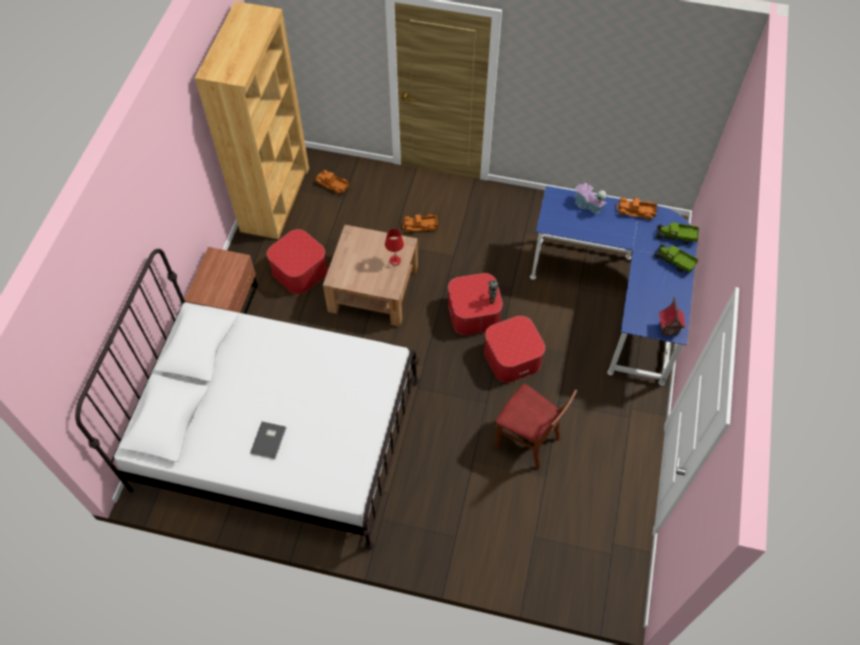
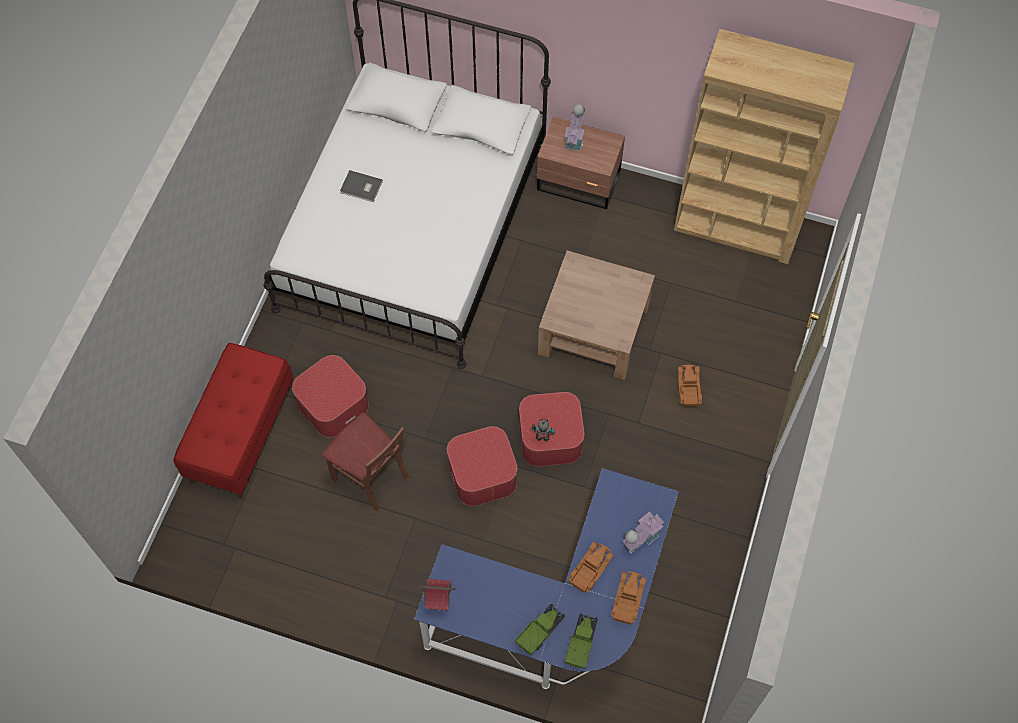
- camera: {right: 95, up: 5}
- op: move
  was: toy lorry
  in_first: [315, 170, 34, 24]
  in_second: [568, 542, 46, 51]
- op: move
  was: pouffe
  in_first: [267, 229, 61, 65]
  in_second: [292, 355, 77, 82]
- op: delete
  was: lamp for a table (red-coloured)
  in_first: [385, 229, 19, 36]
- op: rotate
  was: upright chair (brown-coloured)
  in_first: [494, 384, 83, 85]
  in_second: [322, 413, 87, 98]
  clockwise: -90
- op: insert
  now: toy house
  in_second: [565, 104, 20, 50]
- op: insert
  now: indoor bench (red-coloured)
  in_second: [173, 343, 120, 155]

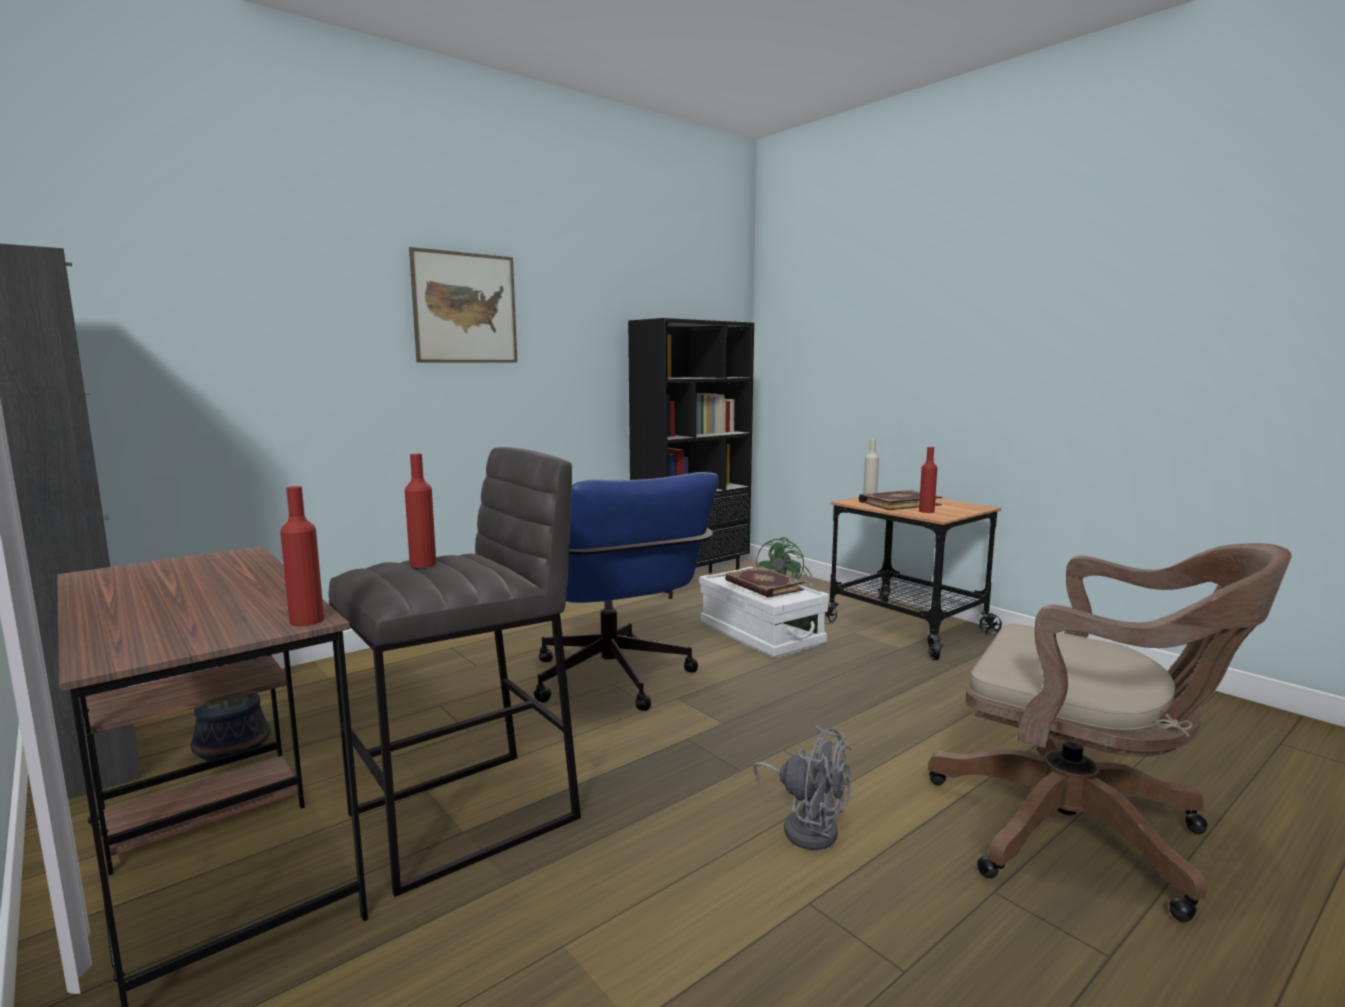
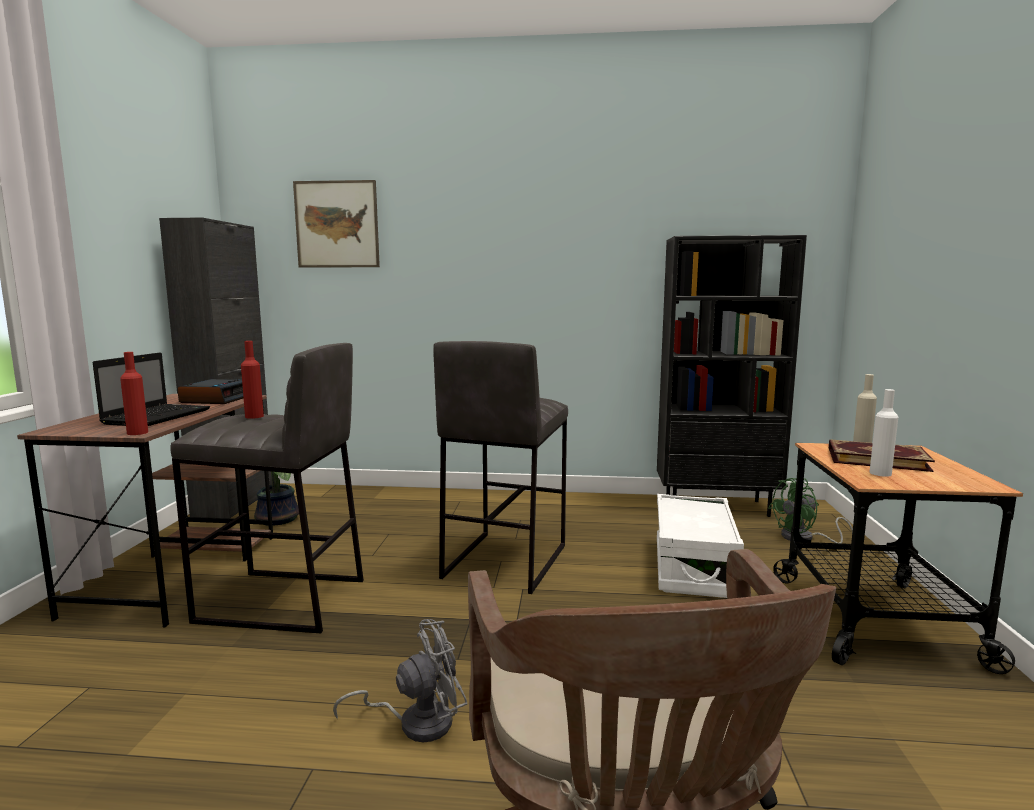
- camera: {right: 45, up: 0}
- op: move
  was: wall art
  in_first: [409, 247, 108, 116]
  in_second: [293, 180, 87, 88]
- op: recolor
  was: drink bottle (red-coloured)
  now: drink bottle (white-coloured)
  in_first: [919, 447, 18, 66]
  in_second: [869, 389, 29, 88]
- op: replace
  was: computer chair (bluish)
  now: sitting stool (gray)
  in_first: [534, 472, 185, 239]
  in_second: [433, 341, 135, 253]
- op: delete
  was: volume
  in_first: [725, 566, 79, 32]
- op: rotate
  was: electric fan (gray)
  in_first: [753, 725, 98, 125]
  in_second: [333, 619, 134, 123]
  clockwise: -105
- op: insert
  now: portable computer
  in_second: [93, 352, 117, 74]
- op: insert
  now: bedside clock
  in_second: [177, 379, 66, 25]

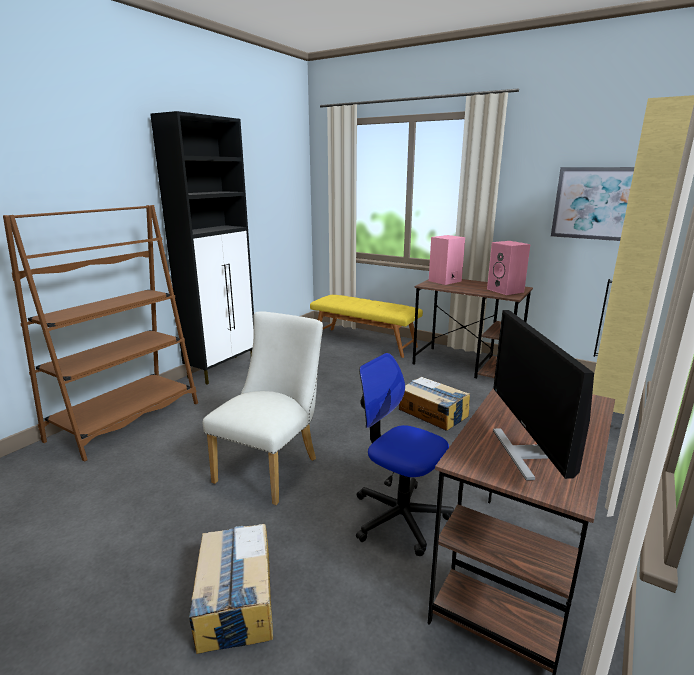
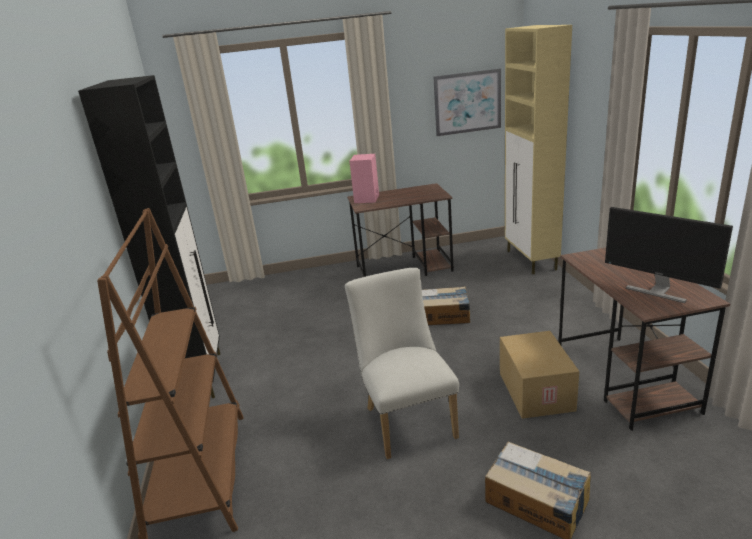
- camera: {right: -40, up: 5}
- op: delete
  was: audio speaker (pinkish)
  in_first: [487, 241, 43, 54]
- op: delete
  was: indoor bench (yellow-coloured)
  in_first: [310, 295, 113, 63]
- op: replace
  was: computer chair
  now: packing box
  in_first: [356, 353, 98, 203]
  in_second: [500, 331, 79, 88]

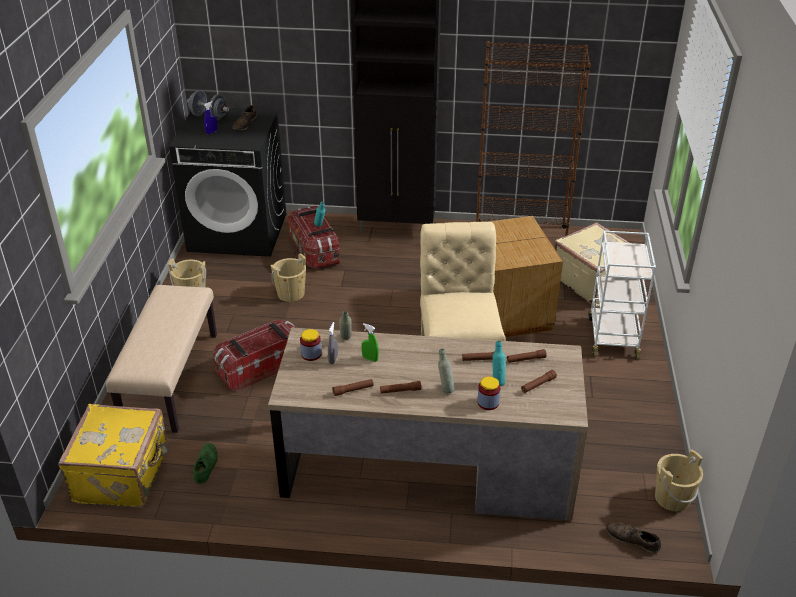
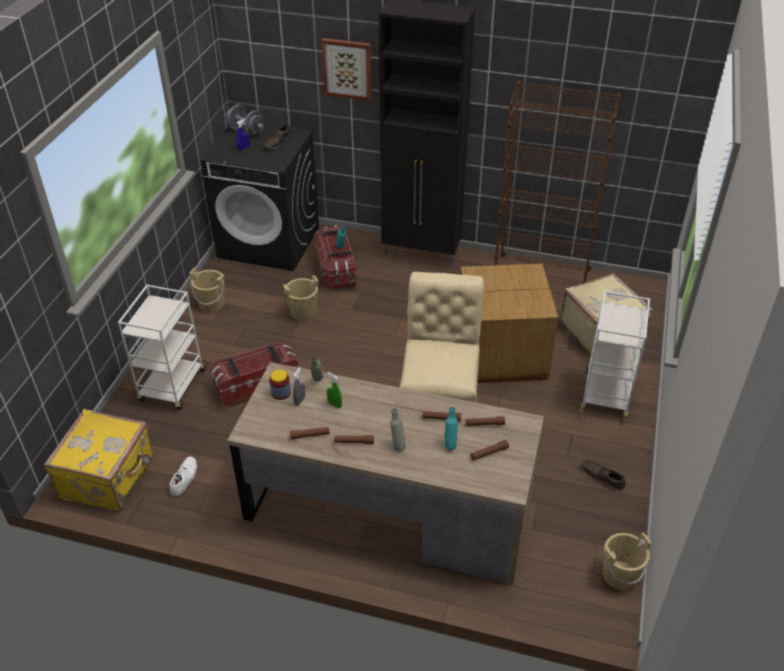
- camera: {right: 10, up: 5}
- op: replace
  was: indoor bench (beige-coloured)
  now: cart (white-coloured)
  in_first: [106, 285, 111, 148]
  in_second: [118, 285, 89, 125]
- op: delete
  was: preserve jar
  in_first: [477, 377, 23, 33]
- op: recolor
  was: shoe (green)
  now: shoe (white-coloured)
  in_first: [193, 443, 25, 41]
  in_second: [169, 457, 29, 39]
- op: move
  was: shoe (brown-coloured)
  in_first: [606, 522, 55, 31]
  in_second: [581, 460, 44, 30]
- op: insert
  now: wall art
  in_second: [321, 38, 51, 63]

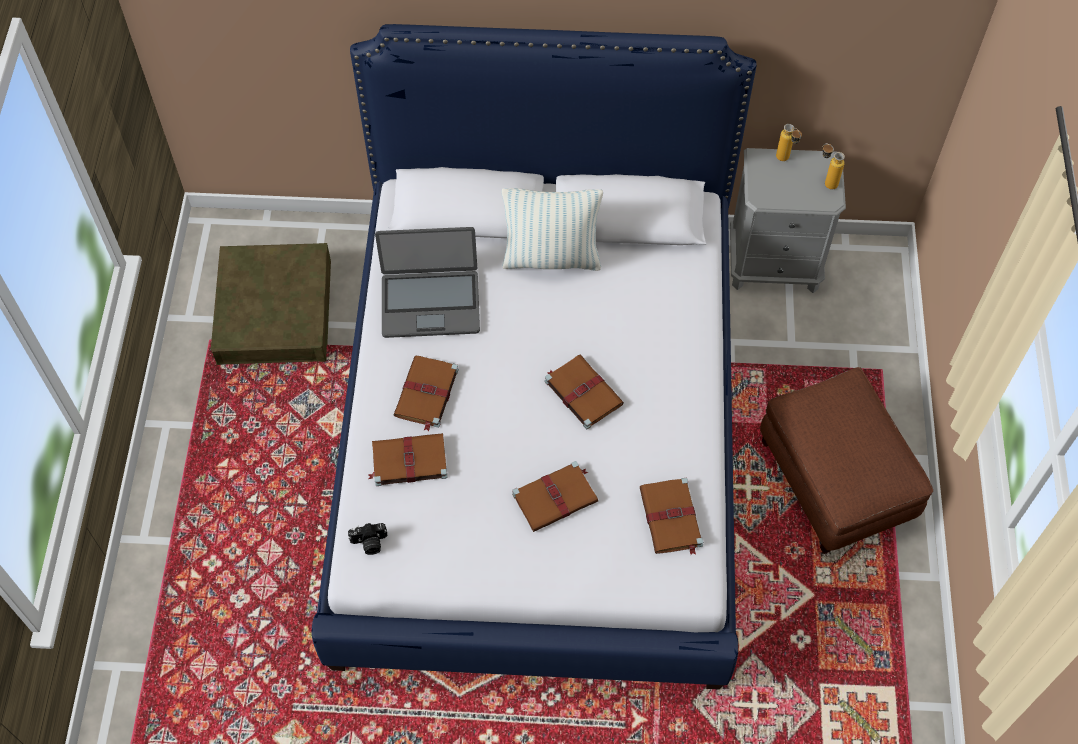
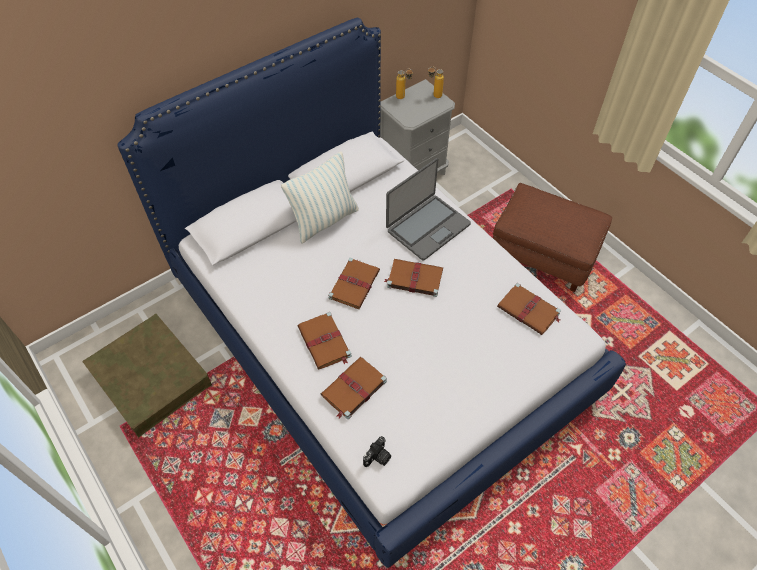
- camera: {right: -40, up: -5}
- op: move
  was: portable computer
  in_first: [375, 227, 105, 111]
  in_second: [386, 158, 85, 103]
- op: move
  was: volume (brown-coloured)
  in_first: [512, 461, 86, 71]
  in_second: [328, 258, 52, 51]

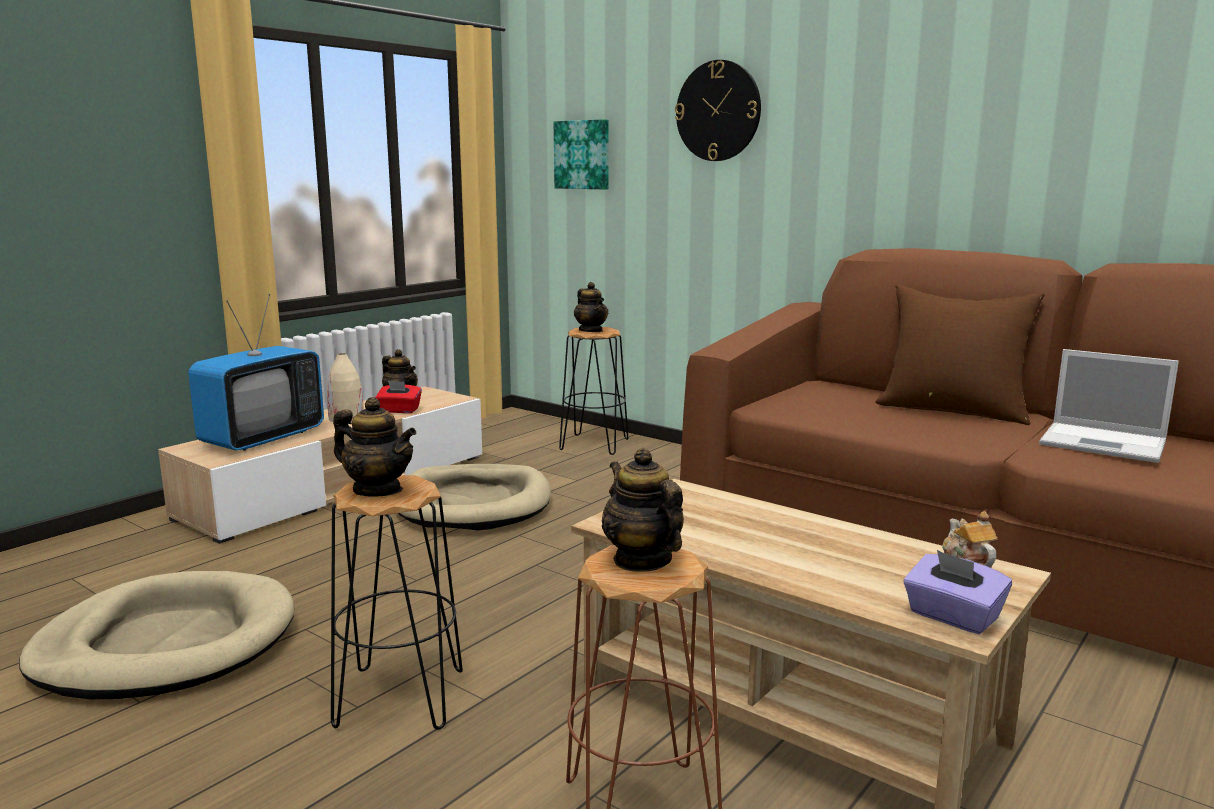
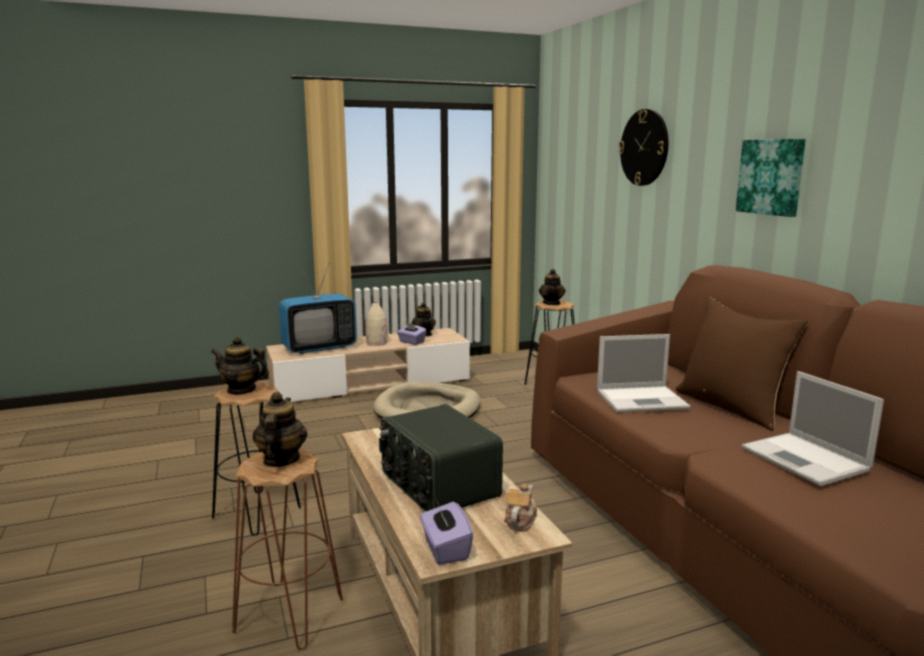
- camera: {right: 30, up: 0}
- op: move
  was: wall art
  in_first: [554, 119, 55, 70]
  in_second: [736, 139, 70, 78]
- op: recolor
  was: box of tissues (red-coloured)
  now: box of tissues (purplish)
  in_first: [375, 381, 47, 32]
  in_second: [397, 322, 30, 23]
- op: rotate
  was: pot for tea
  in_first: [333, 397, 83, 100]
  in_second: [211, 337, 58, 58]
  clockwise: 135
- op: delete
  was: dog cushion (beige-coloured)
  in_first: [19, 571, 275, 128]
- op: insert
  now: portable computer
  in_second: [597, 334, 93, 78]
- op: insert
  now: radio
  in_second: [379, 404, 124, 108]

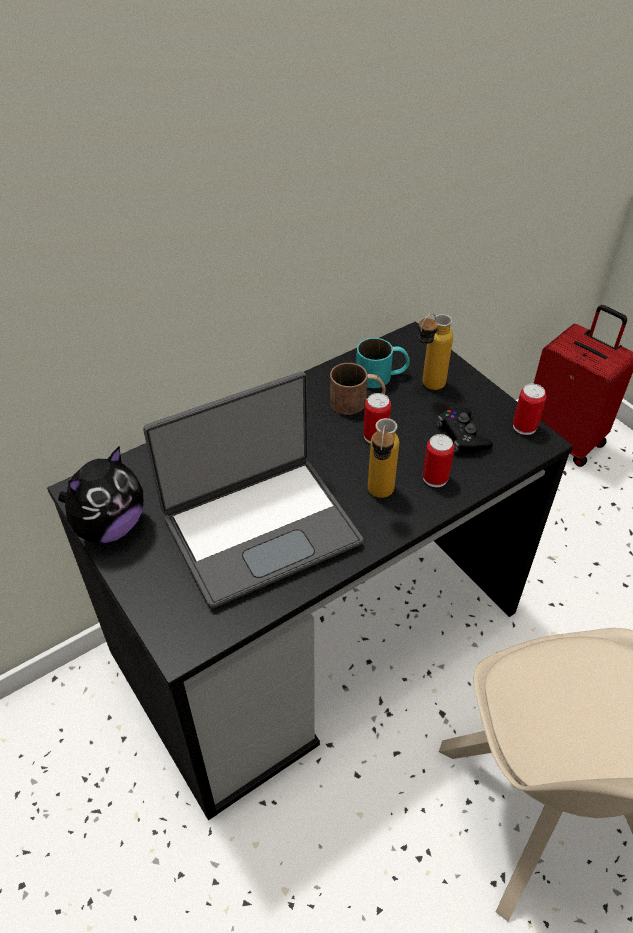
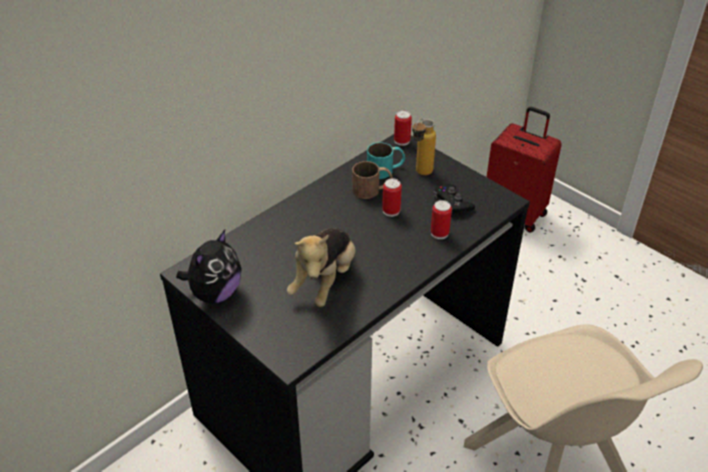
- camera: {right: -10, up: -5}
- op: replace
  was: portable computer
  now: plush toy
  in_first: [143, 372, 220, 236]
  in_second: [287, 228, 69, 79]
- op: move
  was: metal can
  in_first: [513, 384, 33, 51]
  in_second: [394, 110, 18, 36]
- op: delete
  was: drink bottle
  in_first: [368, 418, 31, 80]

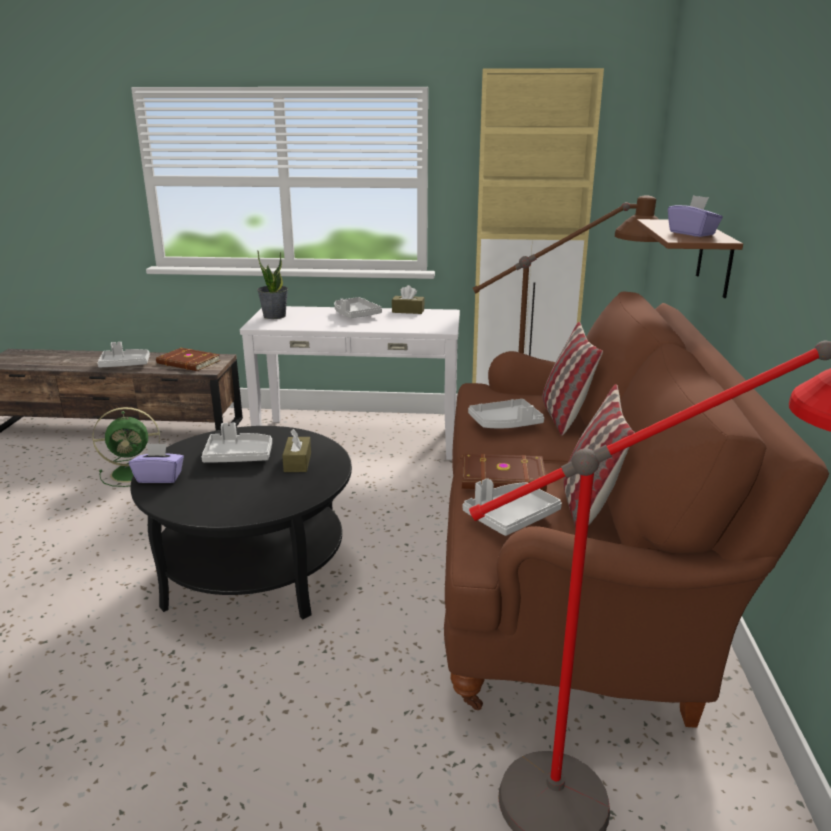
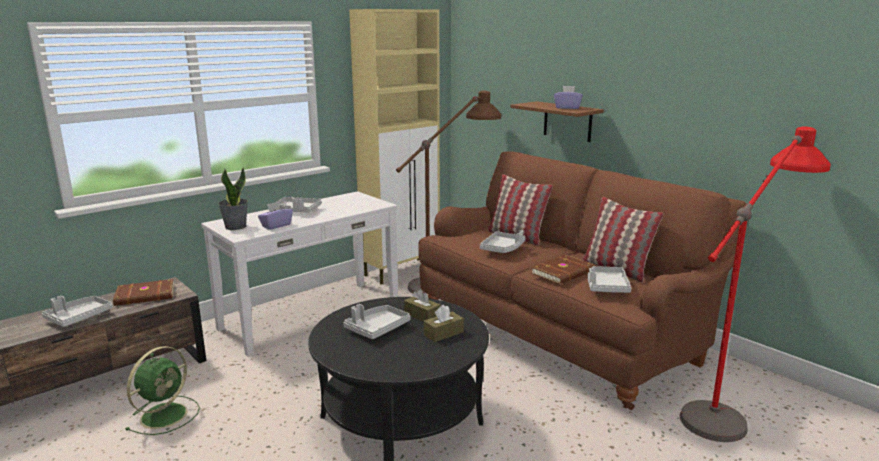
- camera: {right: -45, up: -5}
- op: move
  was: box of tissues (brown-coloured)
  in_first: [392, 285, 33, 29]
  in_second: [424, 305, 40, 37]
- op: move
  was: box of tissues (purplish)
  in_first: [129, 443, 55, 40]
  in_second: [258, 202, 35, 28]

